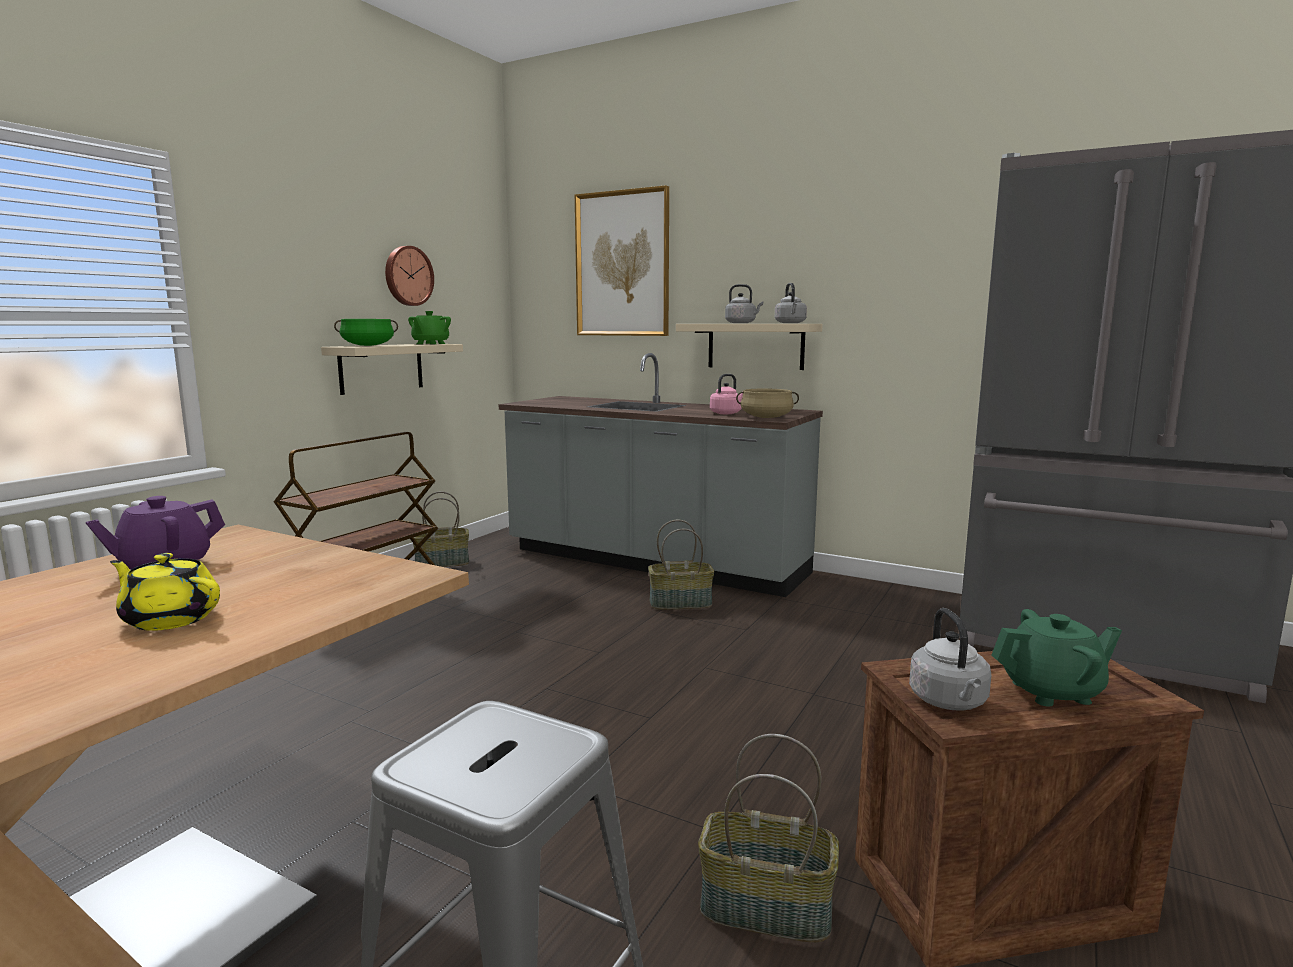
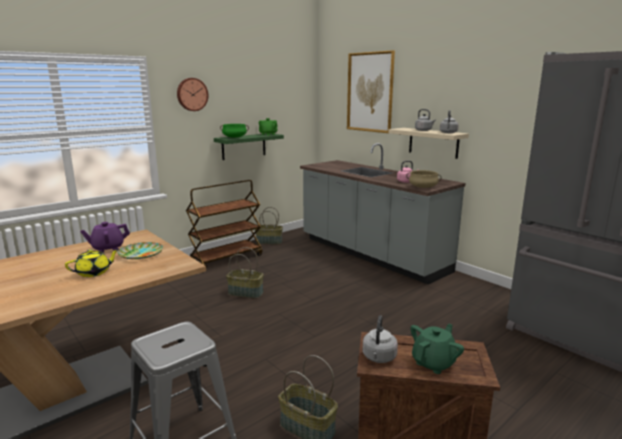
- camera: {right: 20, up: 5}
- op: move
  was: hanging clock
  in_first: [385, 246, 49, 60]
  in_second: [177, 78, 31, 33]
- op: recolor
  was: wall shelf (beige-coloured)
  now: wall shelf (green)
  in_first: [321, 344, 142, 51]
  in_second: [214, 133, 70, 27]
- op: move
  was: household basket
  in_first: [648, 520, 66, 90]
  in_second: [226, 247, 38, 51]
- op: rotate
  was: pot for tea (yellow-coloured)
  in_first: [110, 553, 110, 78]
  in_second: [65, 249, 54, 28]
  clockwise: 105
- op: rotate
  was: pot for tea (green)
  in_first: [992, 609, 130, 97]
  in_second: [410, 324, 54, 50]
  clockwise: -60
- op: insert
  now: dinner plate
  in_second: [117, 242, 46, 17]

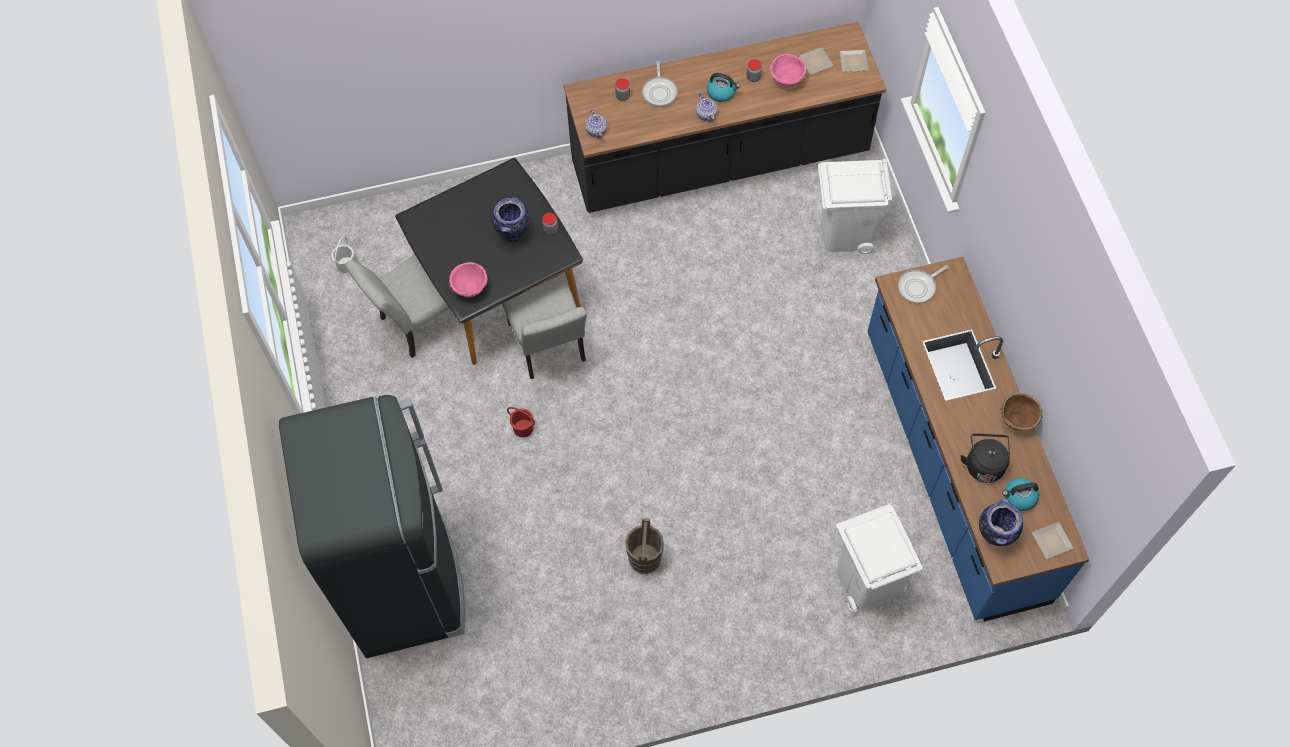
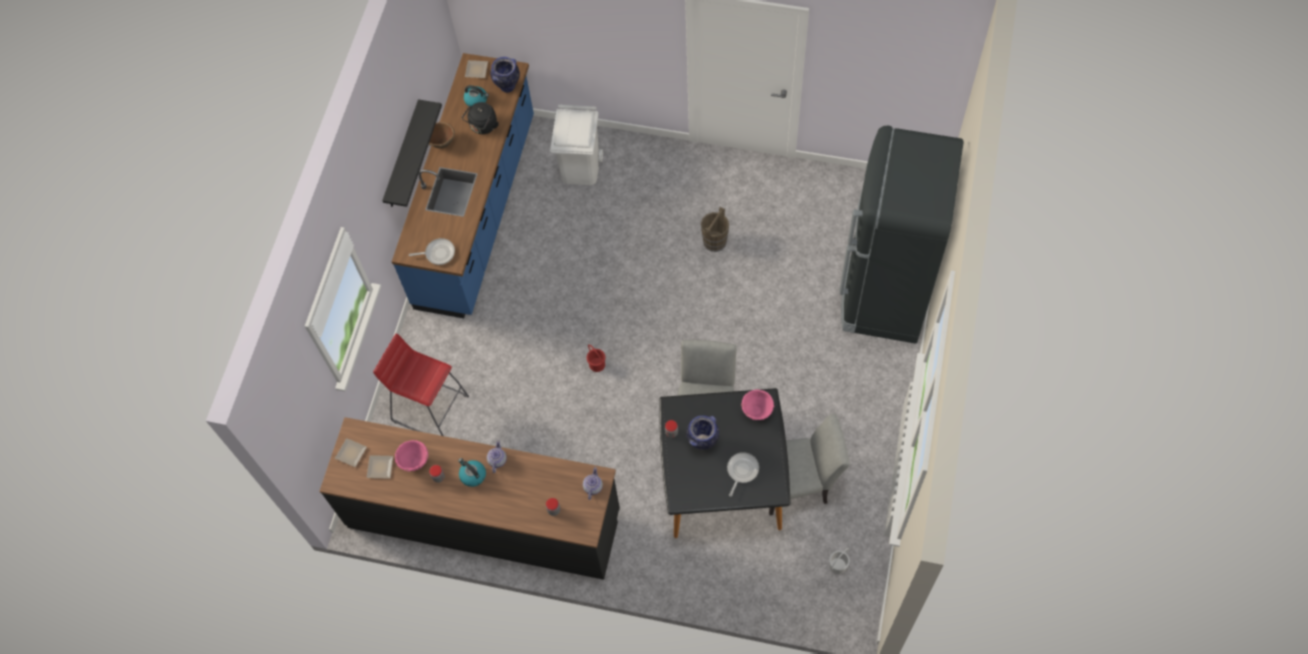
- camera: {right: -150, up: 0}
- op: move
  was: frying pan
  in_first: [642, 61, 36, 46]
  in_second: [727, 452, 32, 45]
- op: replace
  was: waste bin (white-coloured)
  now: sitting stool (red-coloured)
  in_first: [818, 159, 75, 95]
  in_second: [373, 334, 96, 102]
- op: move
  was: bucket (red-coloured)
  in_first: [507, 407, 28, 31]
  in_second: [587, 344, 18, 28]
- op: insert
  now: wall shelf (black-coloured)
  in_second: [382, 99, 60, 108]

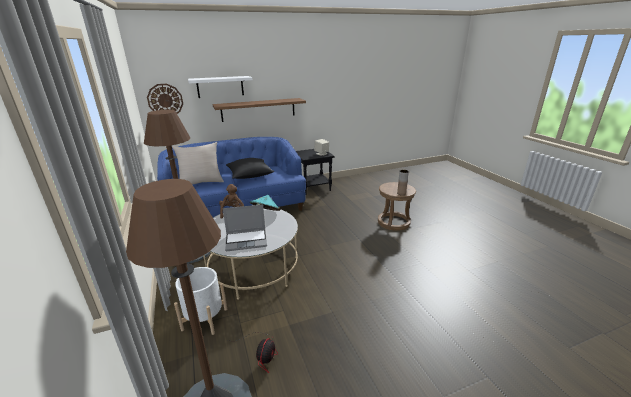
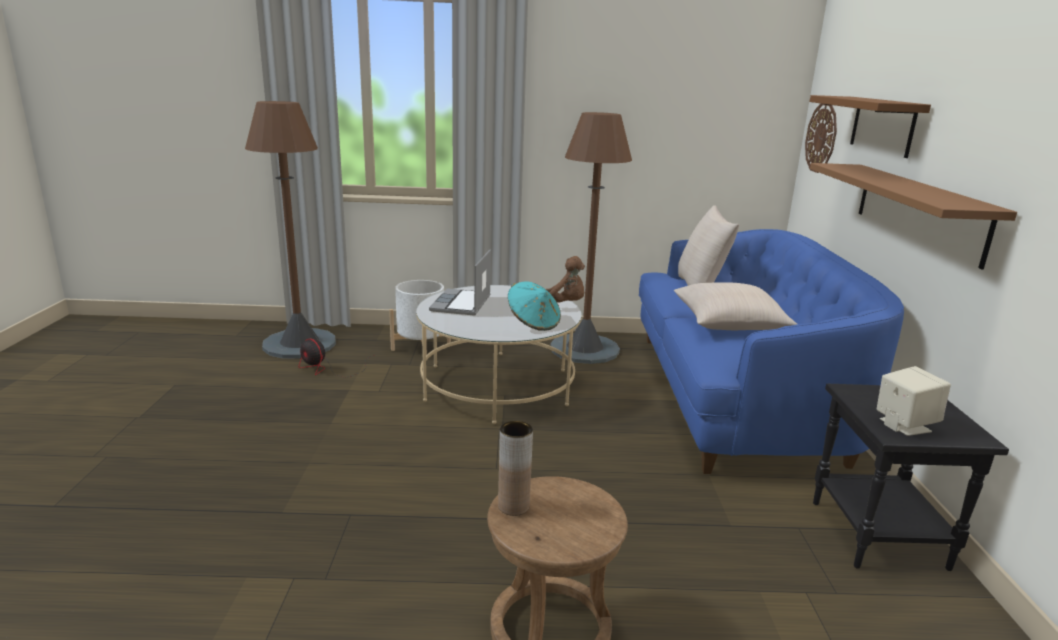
- camera: {right: 110, up: -5}
- op: recolor
  was: wall shelf (white-coloured)
  now: wall shelf (brown-coloured)
  in_first: [188, 76, 64, 22]
  in_second: [809, 95, 122, 63]
- op: recolor
  was: throw pillow (black-coloured)
  now: throw pillow (beige-coloured)
  in_first: [226, 158, 48, 21]
  in_second: [674, 283, 123, 47]

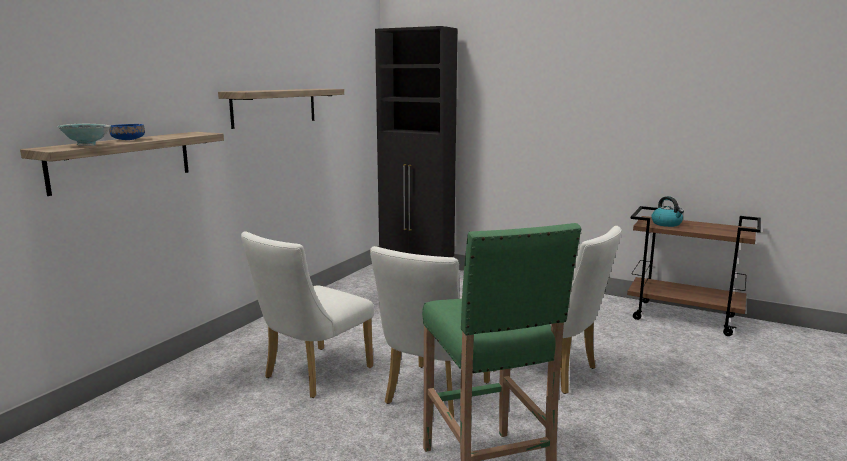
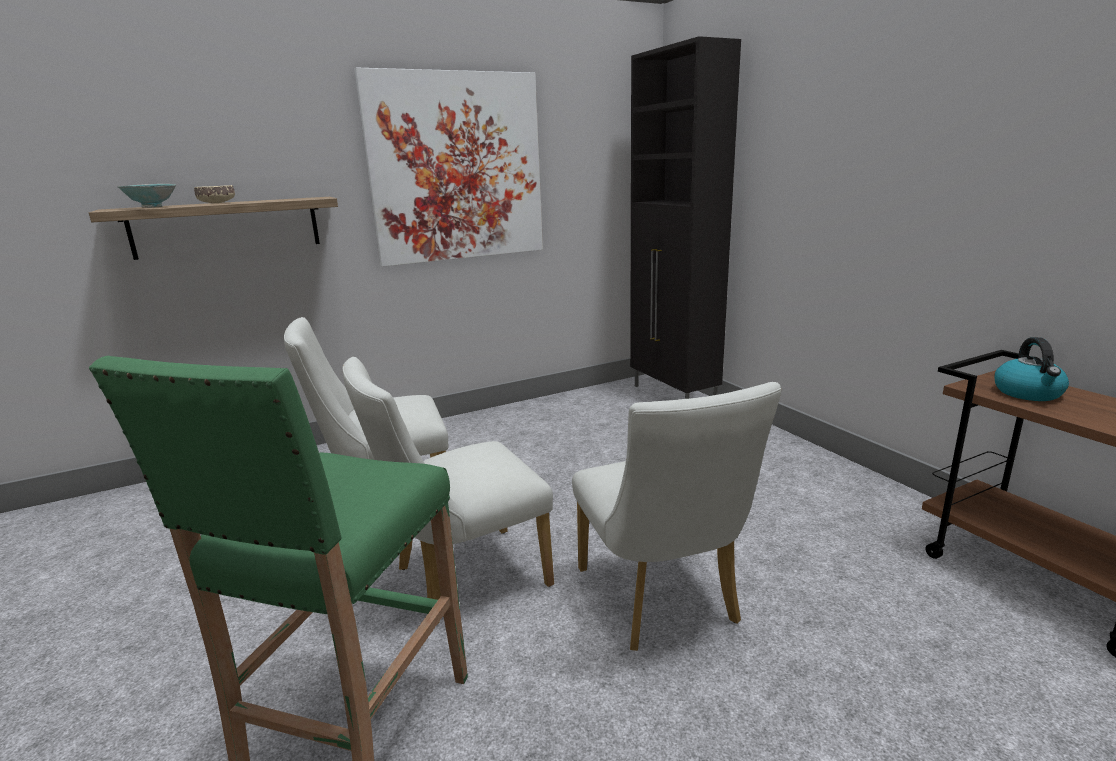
- camera: {right: 35, up: 5}
- op: replace
  was: wall shelf
  now: wall art
  in_first: [218, 89, 126, 40]
  in_second: [354, 68, 189, 199]
- op: recolor
  was: deep dish (bluish)
  now: deep dish (beige-coloured)
  in_first: [109, 124, 36, 16]
  in_second: [194, 185, 41, 18]

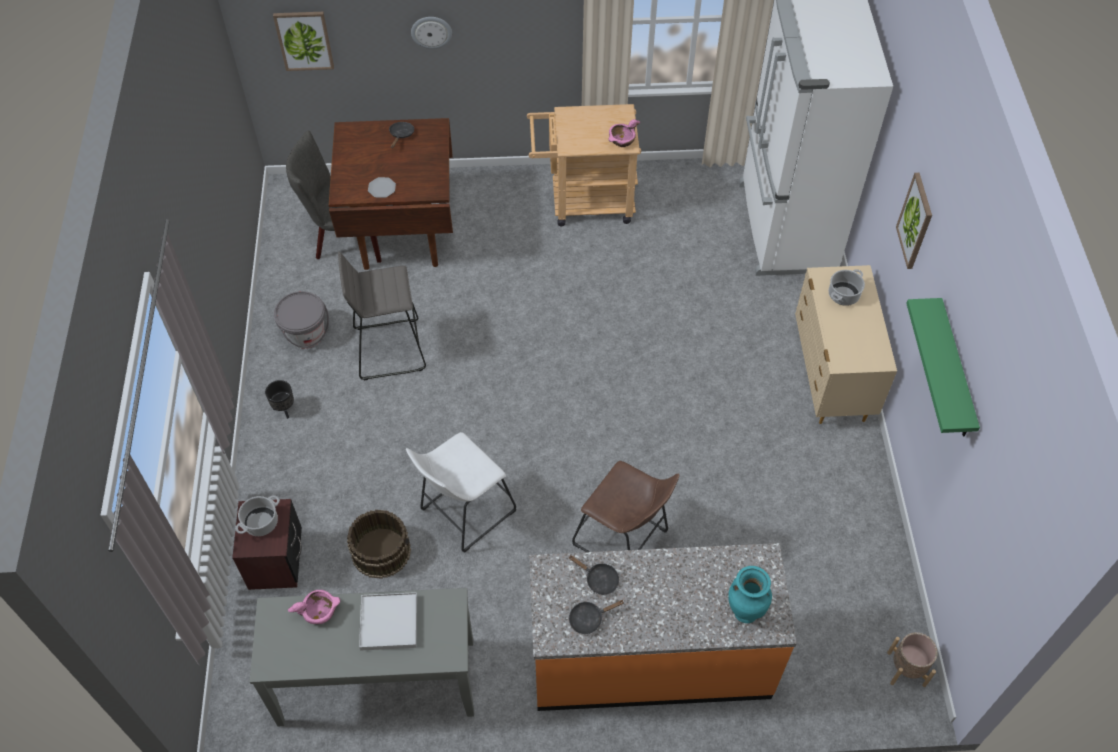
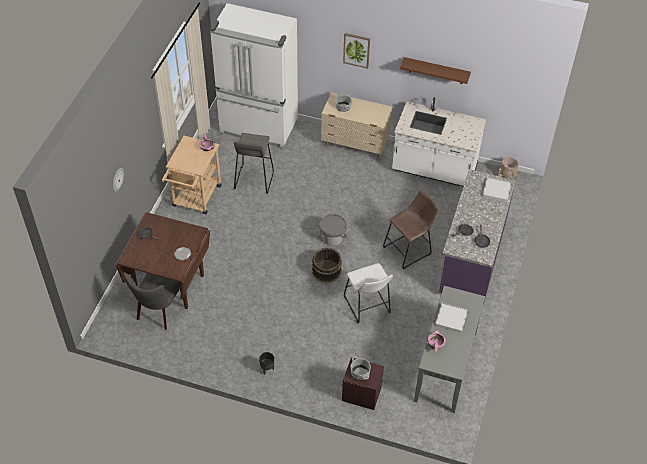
- camera: {right: -70, up: -5}
- op: delete
  was: wall art
  in_first: [273, 12, 61, 59]
- op: move
  was: sitting stool (gray)
  in_first: [338, 251, 88, 129]
  in_second: [234, 133, 40, 61]
- op: move
  was: bucket (gray)
  in_first: [274, 291, 55, 58]
  in_second: [319, 214, 28, 32]
- op: recolor
  was: wall shelf (green)
  now: wall shelf (brown-coloured)
  in_first: [906, 298, 74, 139]
  in_second: [400, 57, 71, 27]
- op: move
  was: bucket (brown-coloured)
  in_first: [347, 510, 64, 69]
  in_second: [312, 248, 30, 35]
- op: recolor
  was: counter (orange-coloured)
  now: counter (purplish)
  in_first: [529, 543, 268, 168]
  in_second: [439, 169, 77, 135]
- op: replace
  was: flower vase (blue-green)
  now: tray (white-coloured)
  in_first: [728, 566, 44, 57]
  in_second: [482, 177, 30, 25]
- op: insert
  now: counter (white-coloured)
  in_second: [392, 97, 94, 90]

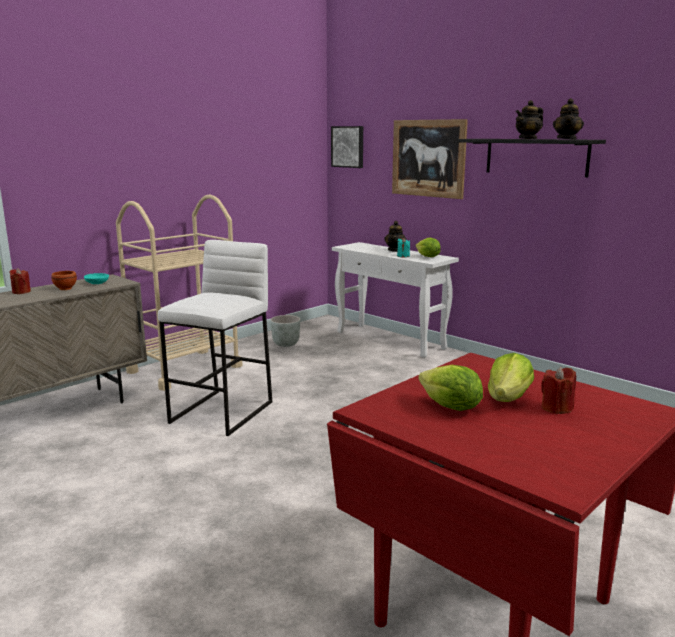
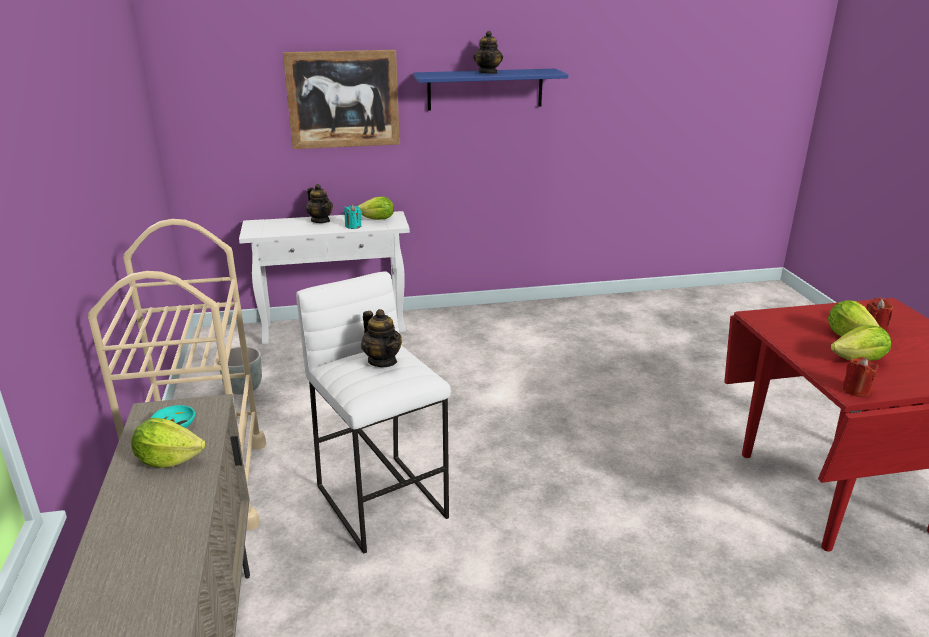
- camera: {right: -55, up: 10}
- op: move
  was: pot for tea
  in_first: [553, 98, 31, 42]
  in_second: [361, 309, 41, 58]
- op: delete
  was: wall art
  in_first: [331, 126, 32, 42]
- op: recolor
  was: wall shelf (black-coloured)
  now: wall shelf (bluish)
  in_first: [458, 139, 148, 38]
  in_second: [413, 69, 155, 42]
- op: move
  was: candle (red-coloured)
  in_first: [9, 268, 22, 26]
  in_second: [842, 357, 37, 40]
- op: replace
  was: deep dish (brown-coloured)
  now: head of lettuce
  in_first: [51, 271, 26, 19]
  in_second: [131, 418, 74, 50]

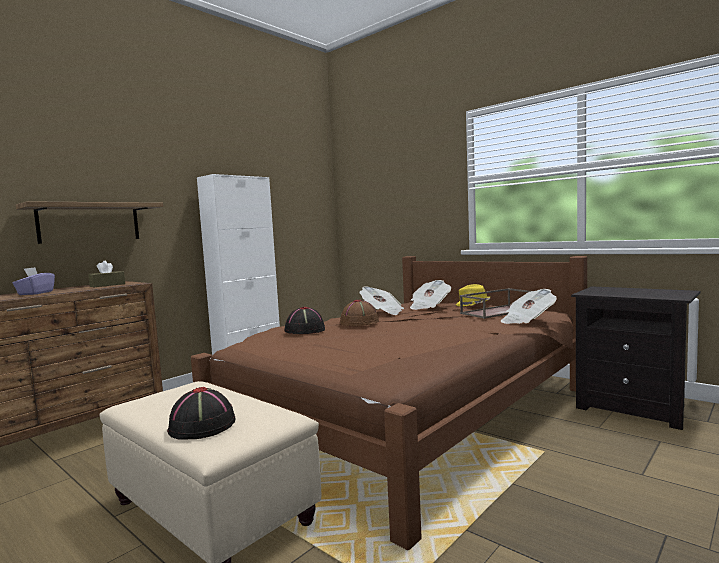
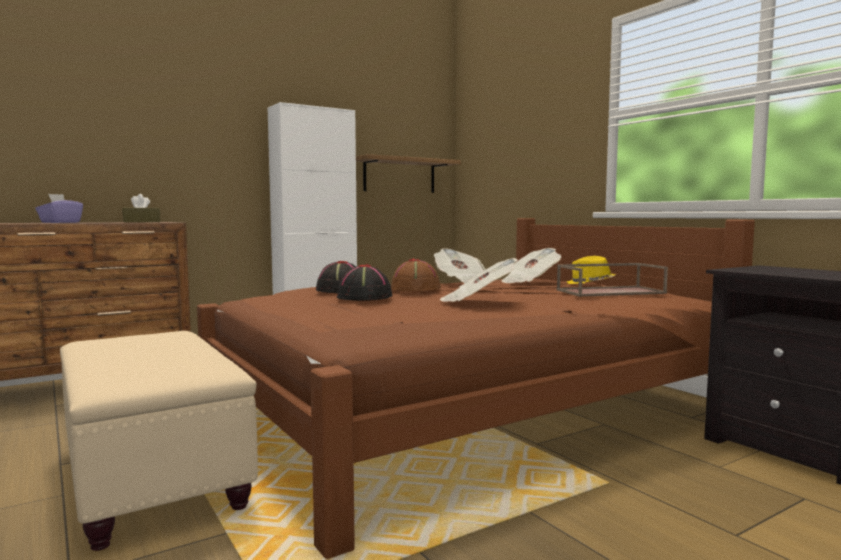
- camera: {right: 15, up: 0}
- op: move
  was: wall shelf
  in_first: [16, 201, 147, 43]
  in_second: [356, 154, 105, 39]
- op: move
  was: printed paper
  in_first: [501, 289, 56, 35]
  in_second: [440, 258, 78, 44]
- op: move
  was: hat (black-coloured)
  in_first: [167, 387, 69, 53]
  in_second: [337, 264, 55, 37]

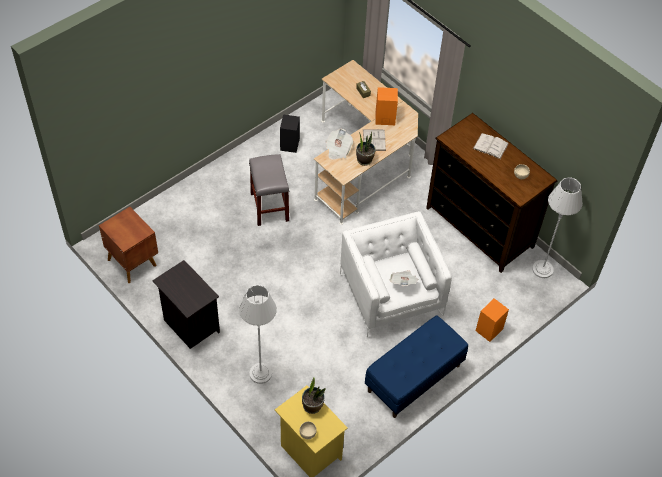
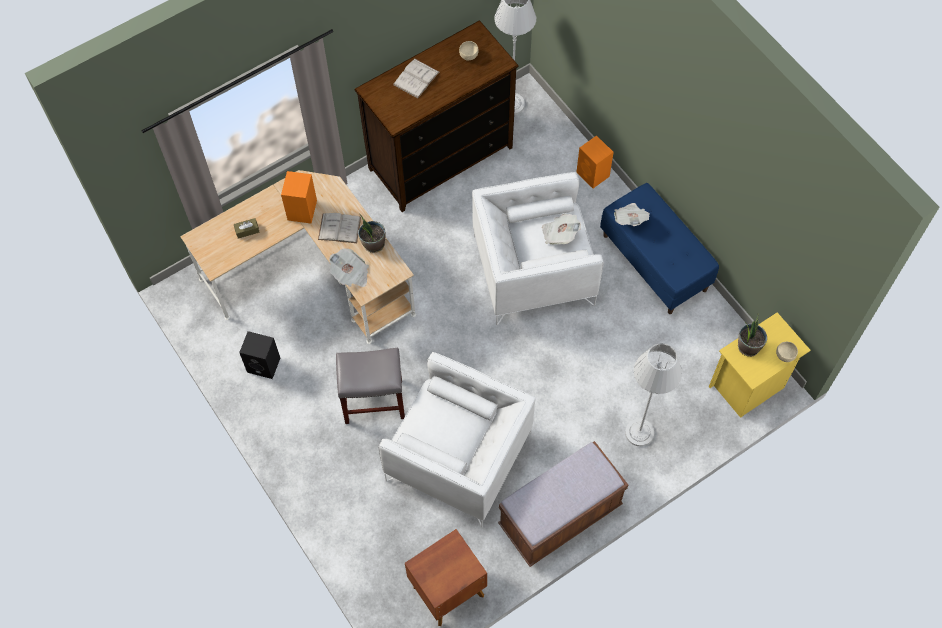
- camera: {right: -80, up: 10}
- op: replace
  was: bedside table (black-coloured)
  now: indoor bench (brown-coloured)
  in_first: [152, 260, 68, 89]
  in_second: [498, 441, 130, 126]
- op: insert
  now: printed paper
  in_second: [614, 203, 36, 23]
- op: insert
  now: armchair (white-coloured)
  in_second: [378, 352, 158, 175]

